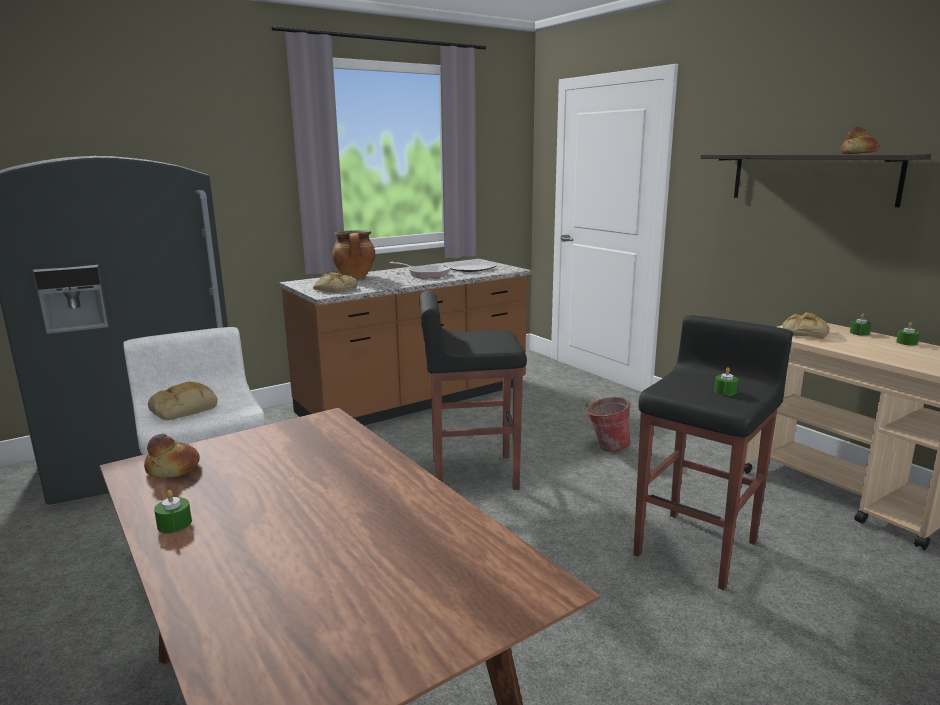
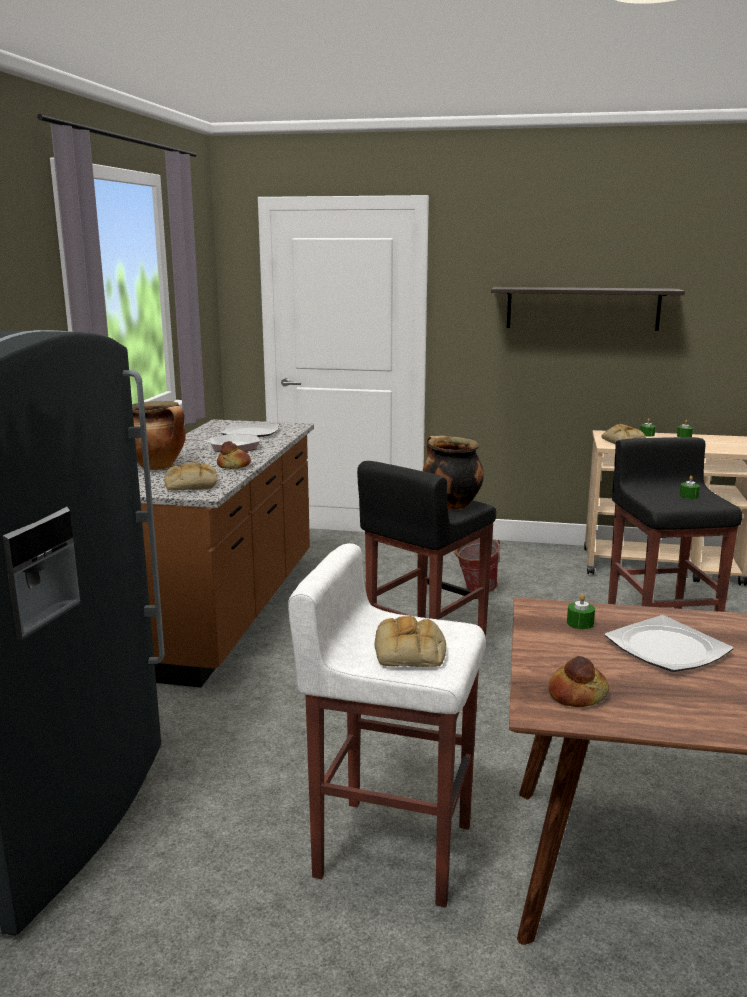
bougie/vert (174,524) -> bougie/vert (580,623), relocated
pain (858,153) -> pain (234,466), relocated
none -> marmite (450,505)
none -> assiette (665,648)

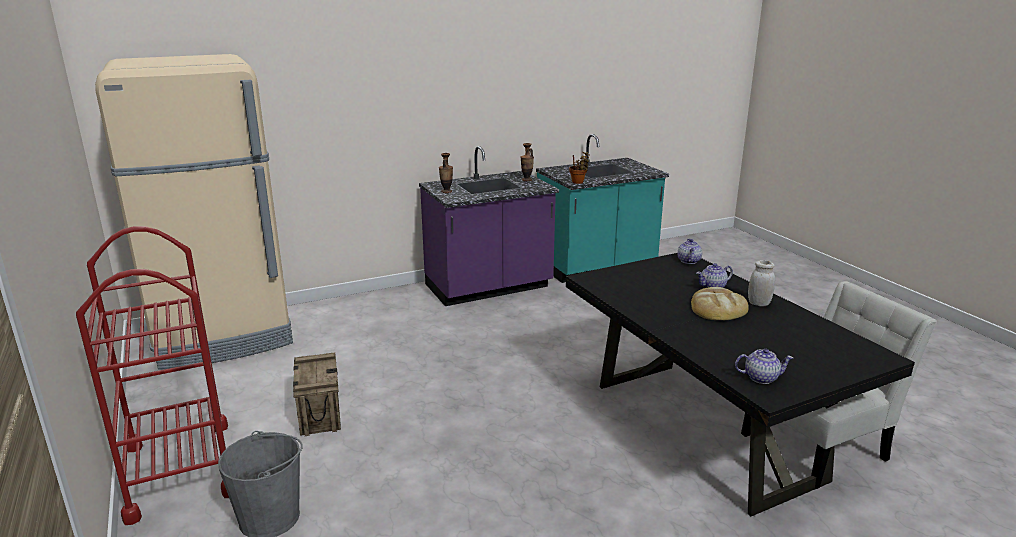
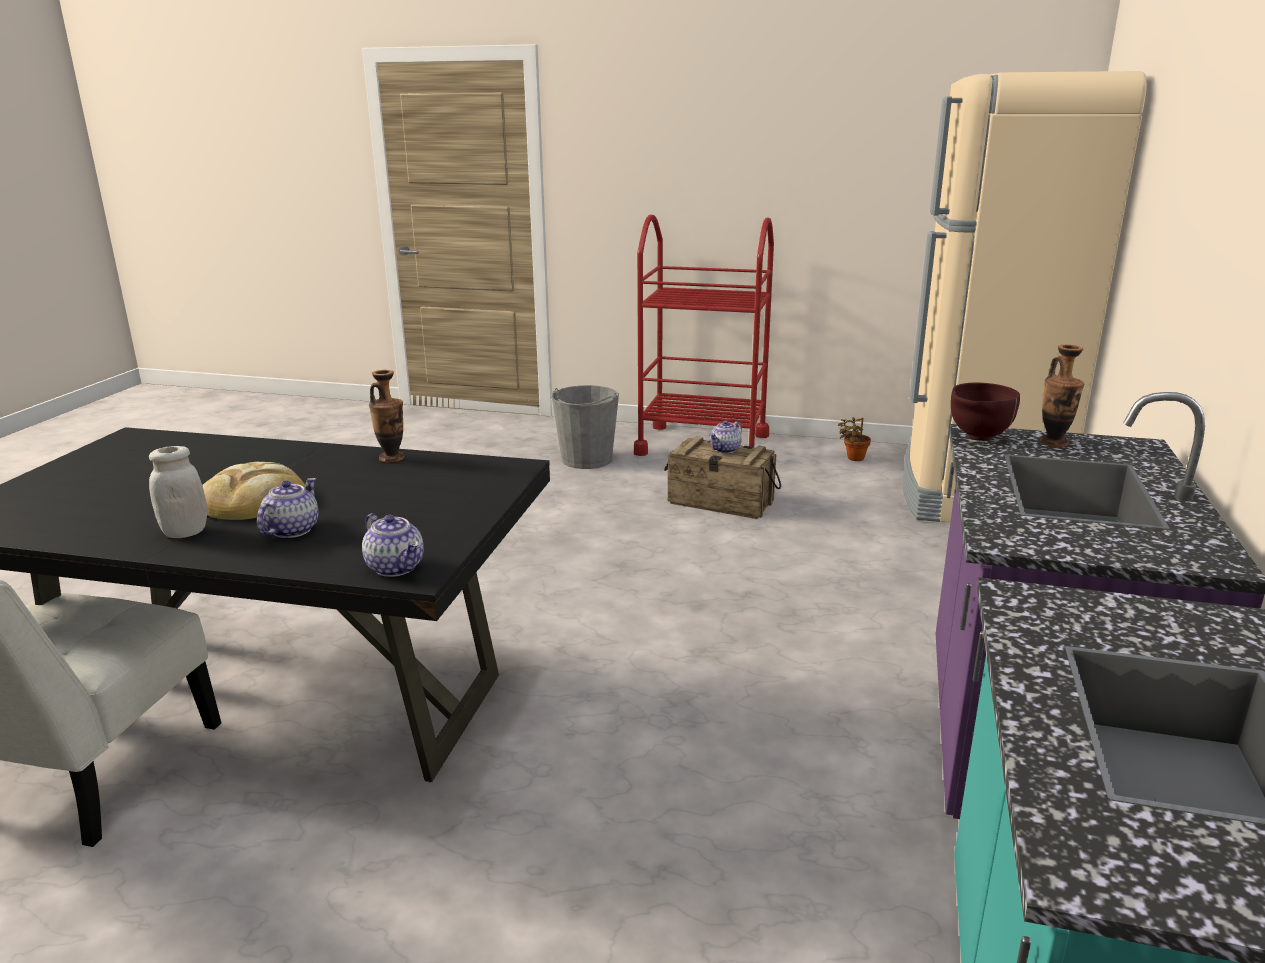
vase (526,180) -> vase (392,458), relocated
plante en pot (578,182) -> plante en pot (853,458), relocated
théière (761,377) -> théière (725,450), relocated
none -> bol/marron (977,438)

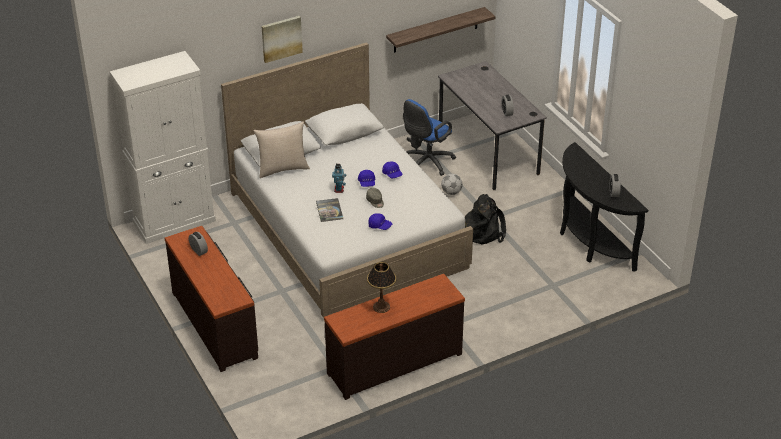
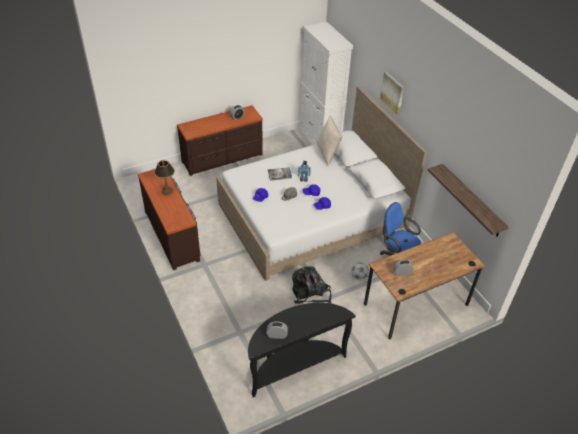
bureau/gris (488,153) -> bureau/marron (416,304)

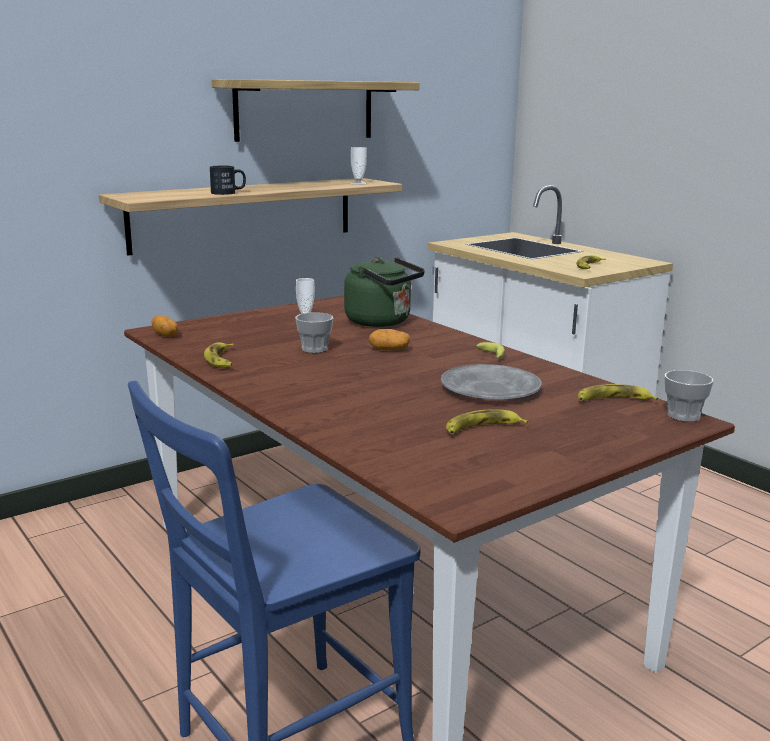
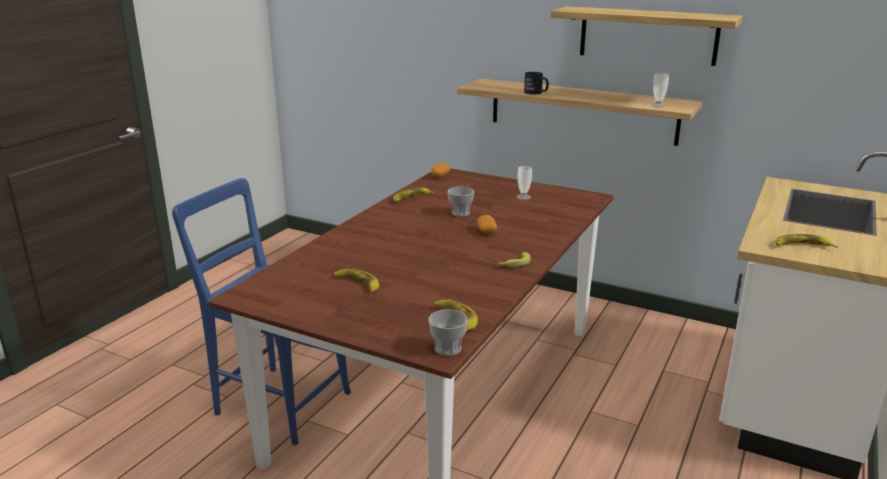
bouilloire/vert (382,322) -> none
assiette/gris (490,389) -> none

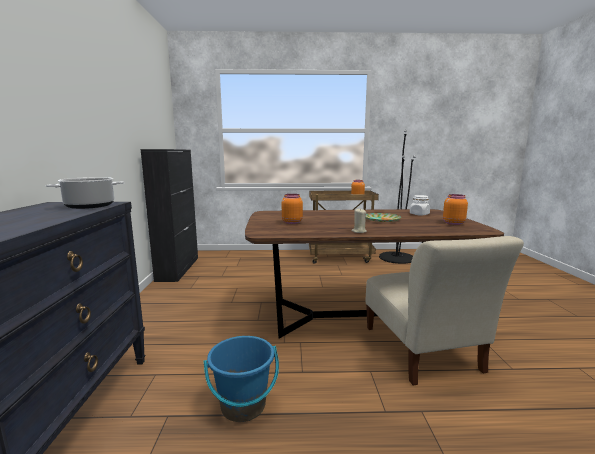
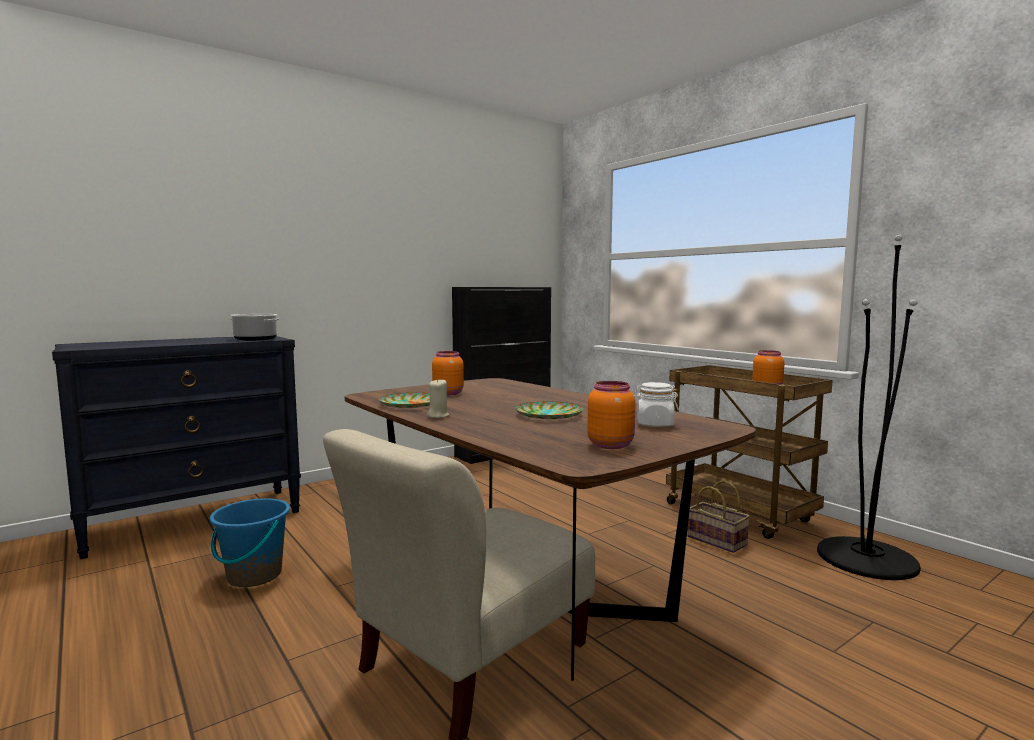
none -> assiette (410,404)
none -> panier (718,541)

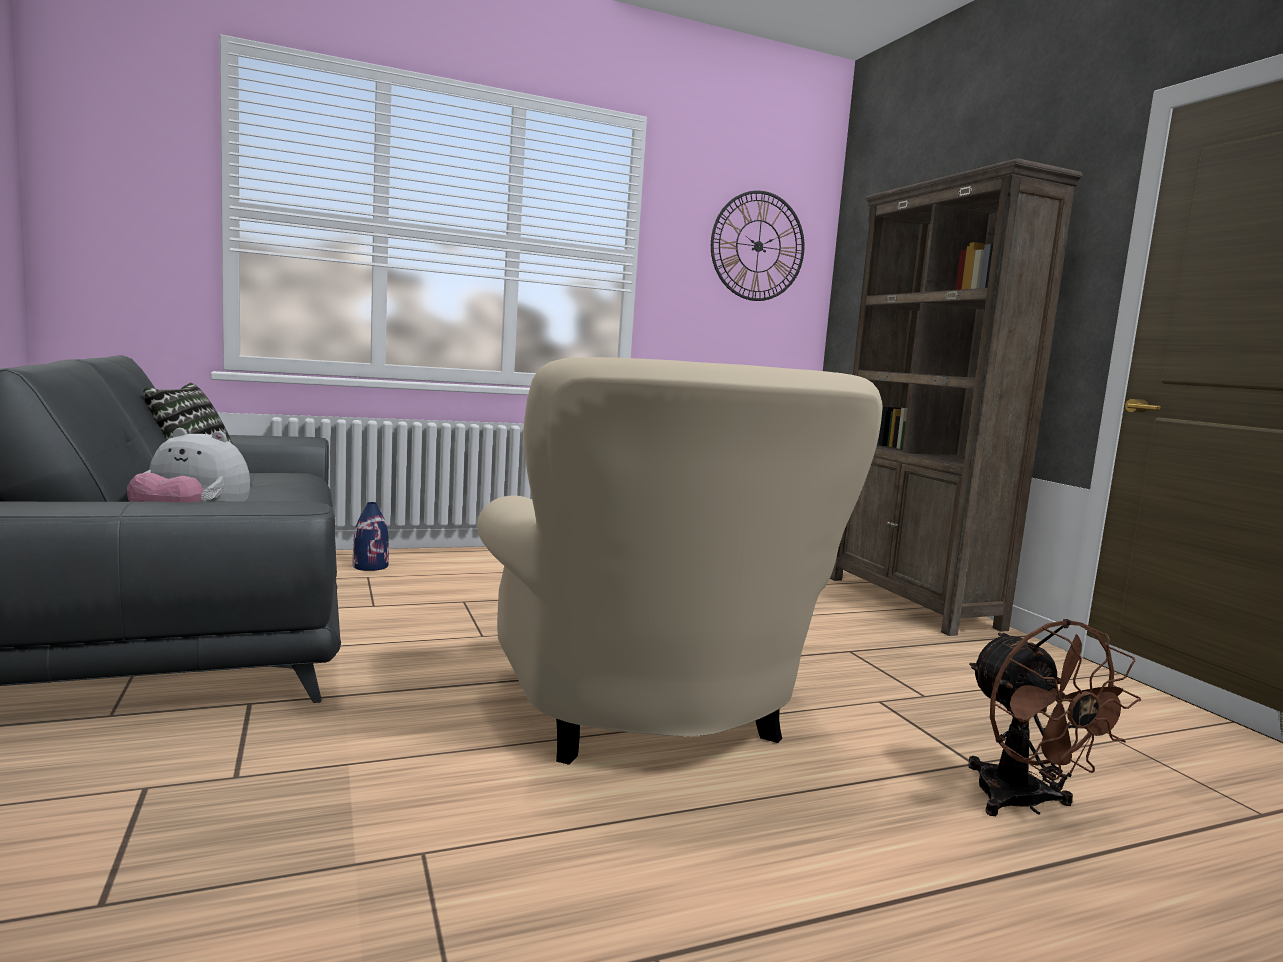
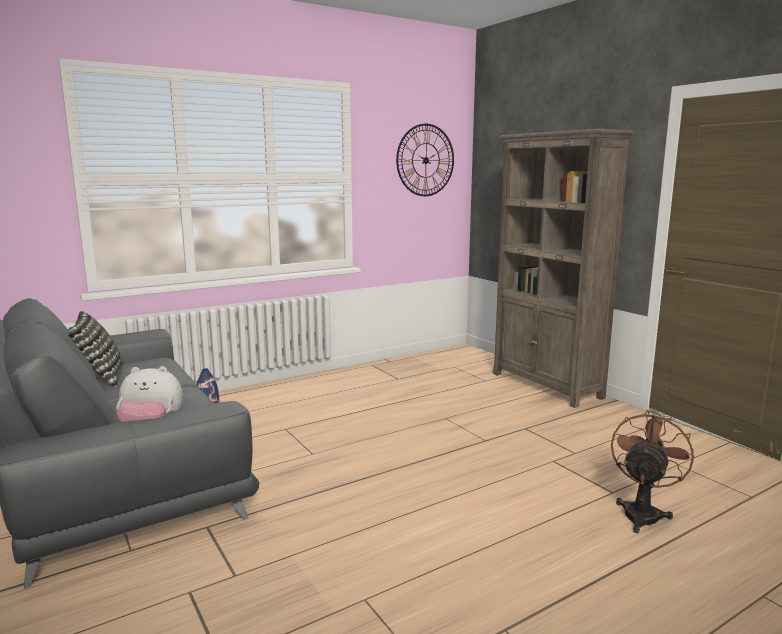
fauteuil/beige (651,720) -> none
ventilateur/marron (1023,804) -> ventilateur/marron (643,512), 120 degrees counterclockwise

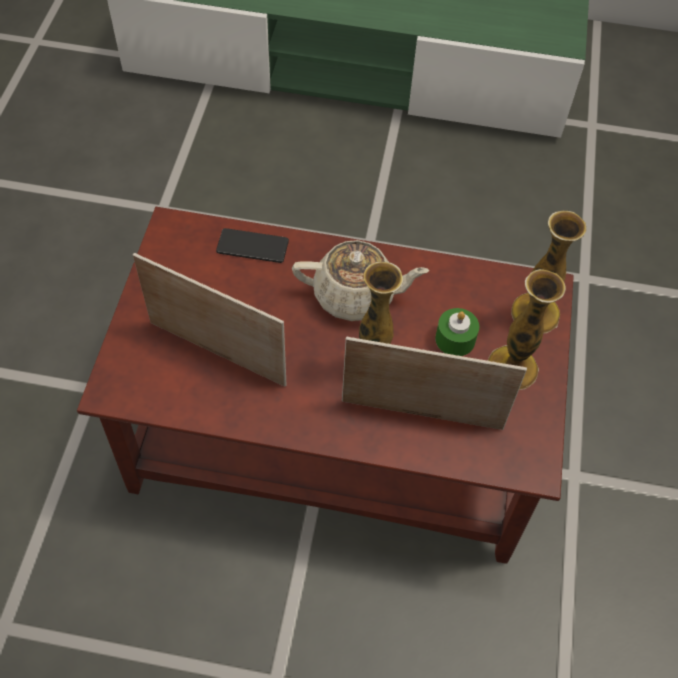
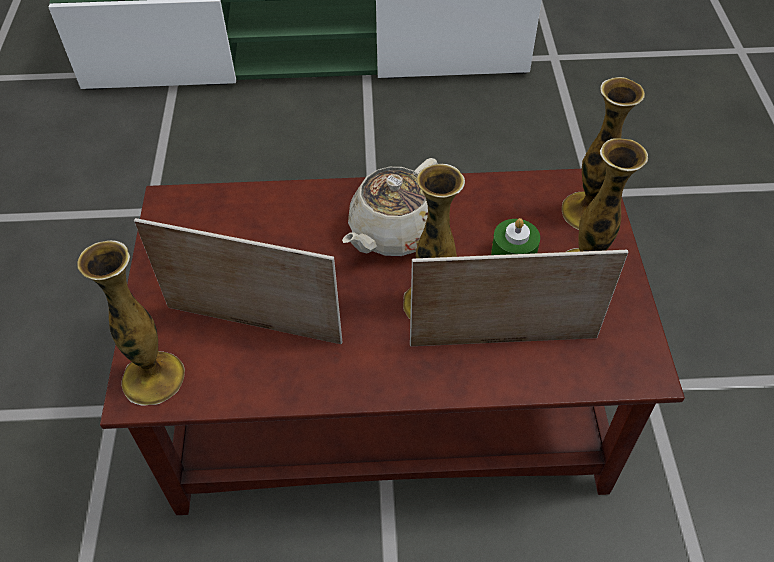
téléphone (252,246) -> none
théière/beige (356,295) -> théière/beige (392,232), 135 degrees clockwise
none -> vase (153,378)

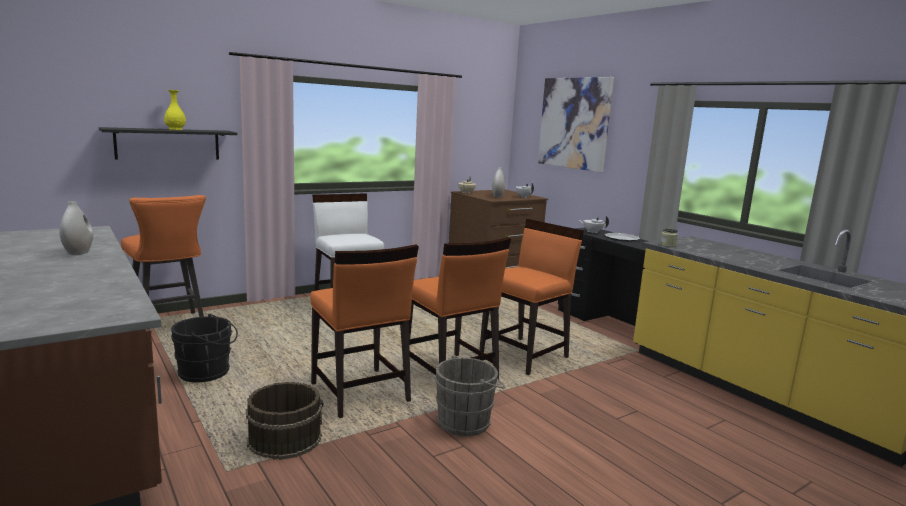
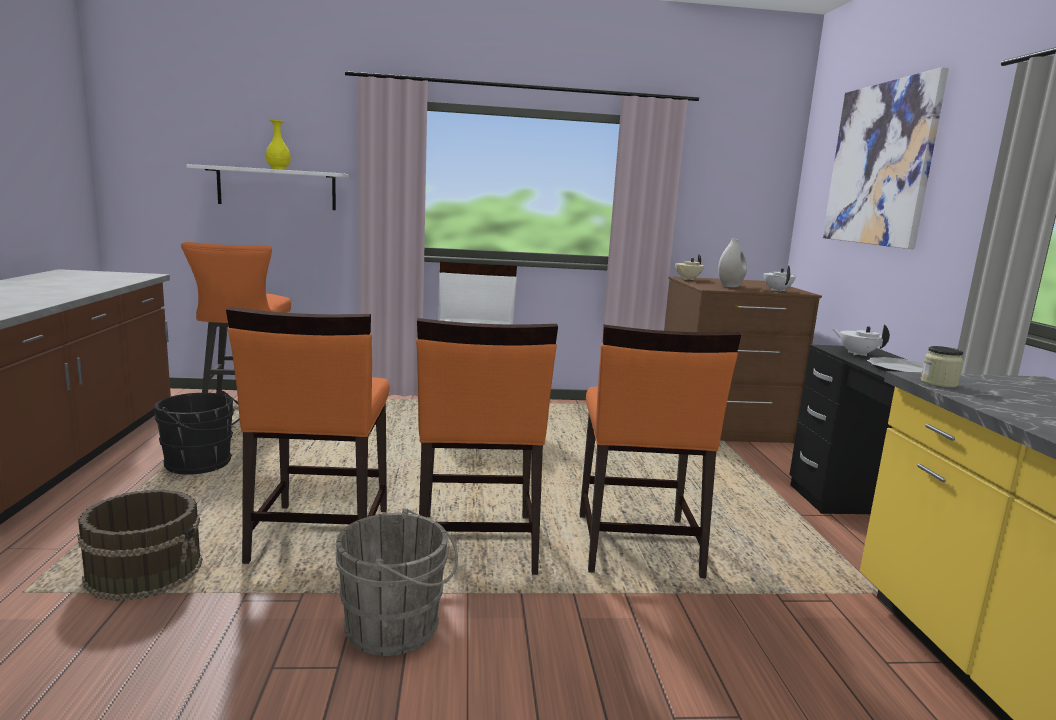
vase/blanc (78,252) -> none
étagère/noir (168,144) -> étagère/blanc (277,188)
chaise/orange (525,356) -> chaise/orange (636,546), 105 degrees clockwise

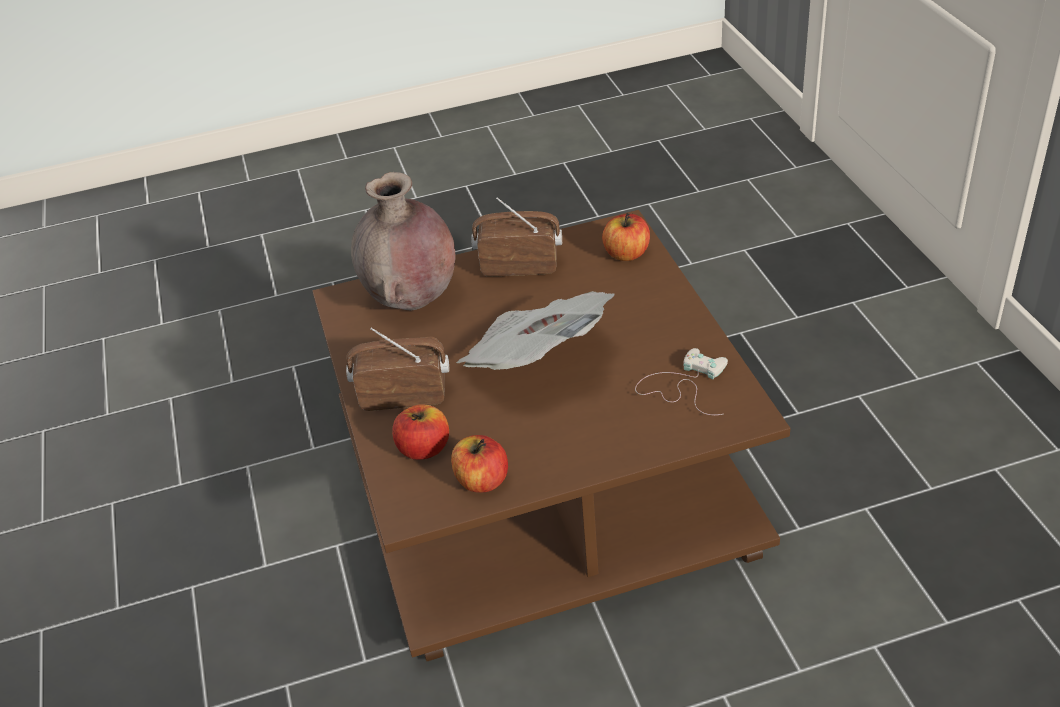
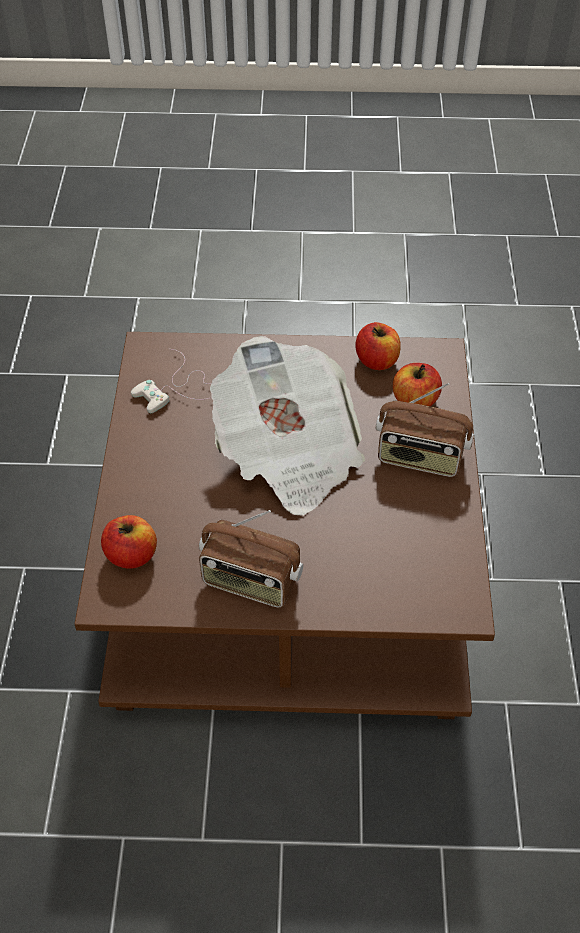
vase/marron (412,301) -> none

